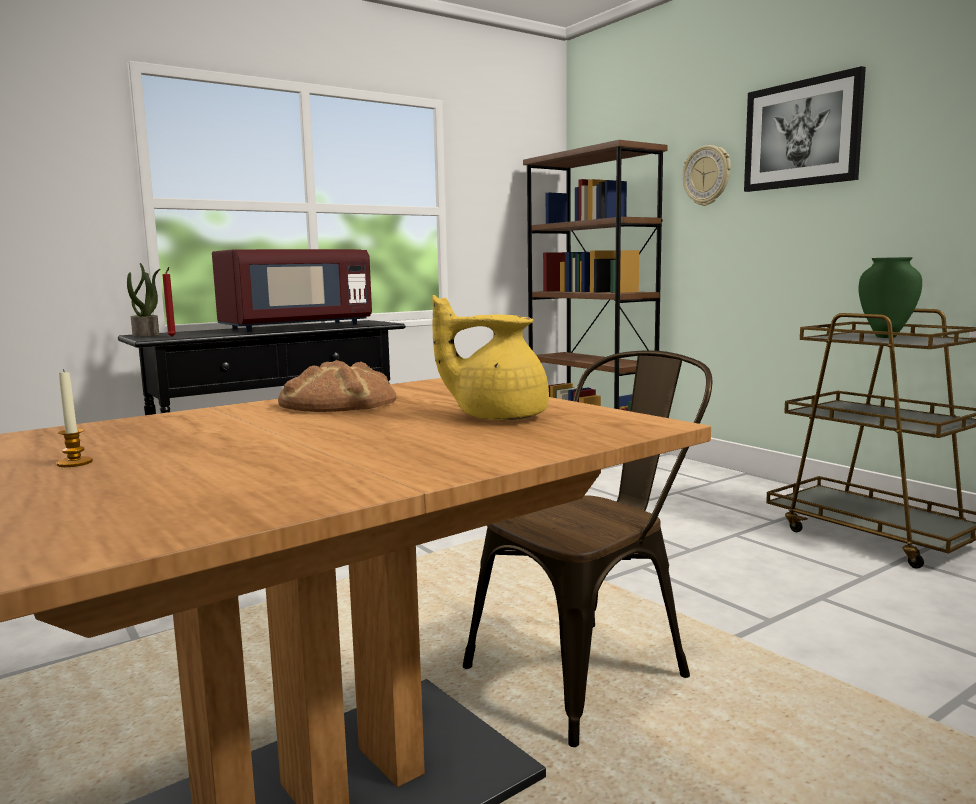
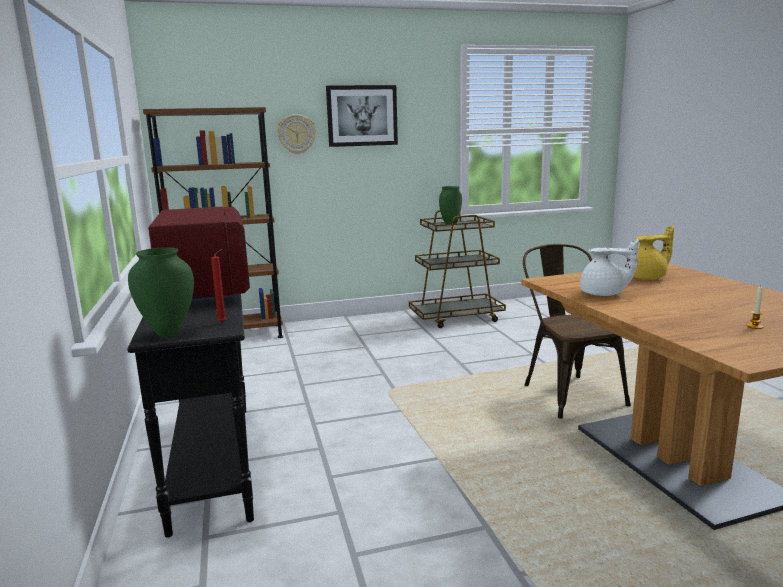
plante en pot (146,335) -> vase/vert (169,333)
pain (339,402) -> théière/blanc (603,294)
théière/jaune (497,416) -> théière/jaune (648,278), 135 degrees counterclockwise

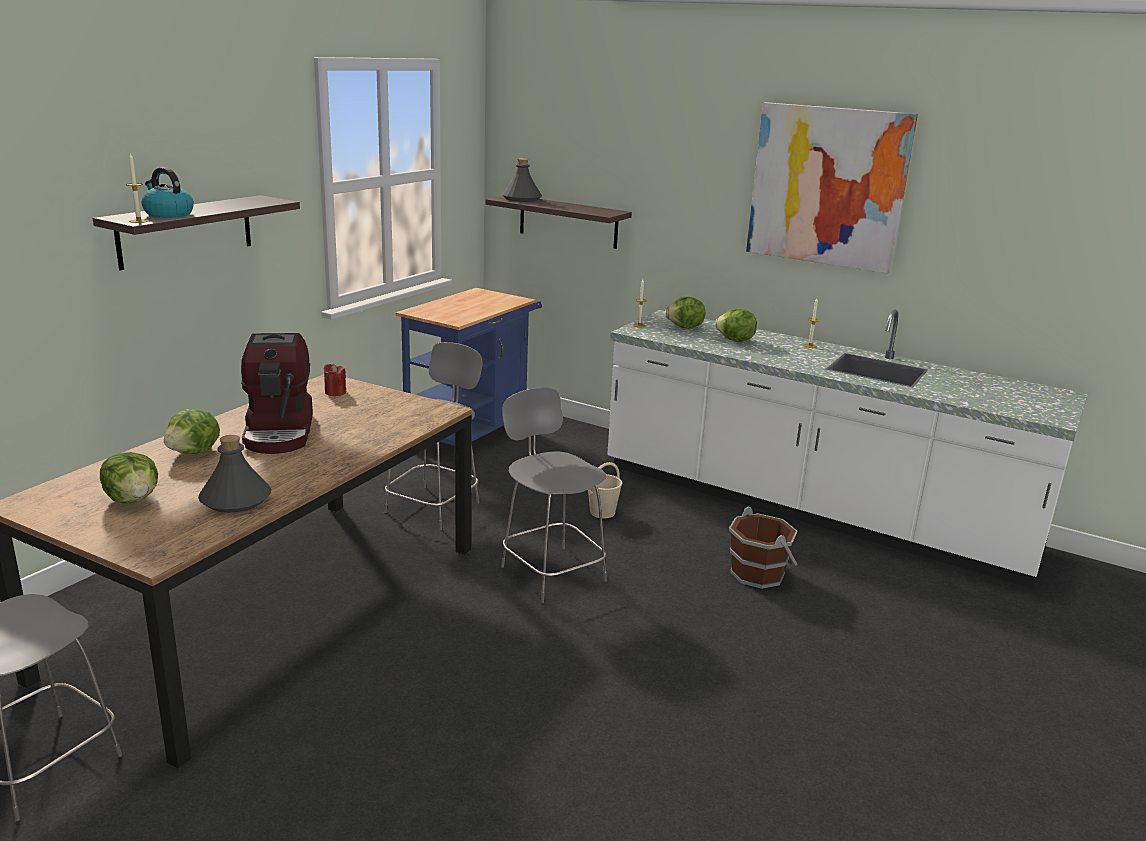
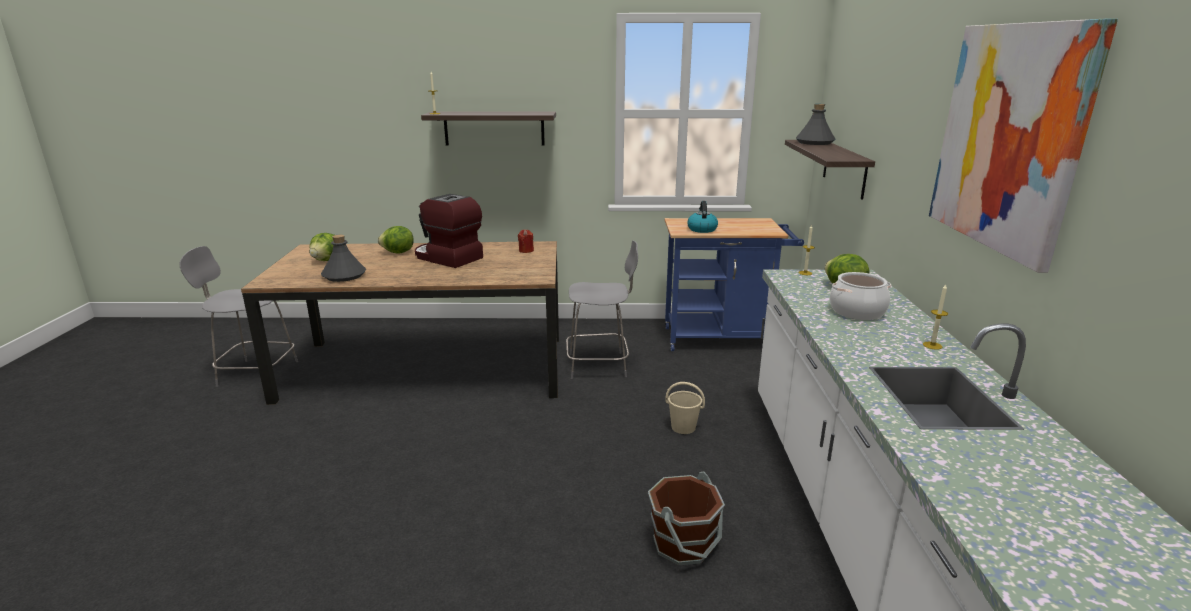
bouilloire (168,214) -> bouilloire (701,229), relocated
machine à café (280,432) -> machine à café (447,258), 75 degrees clockwise
chaise/gris (551,572) -> none
laitue (735,340) -> marmite (857,312)

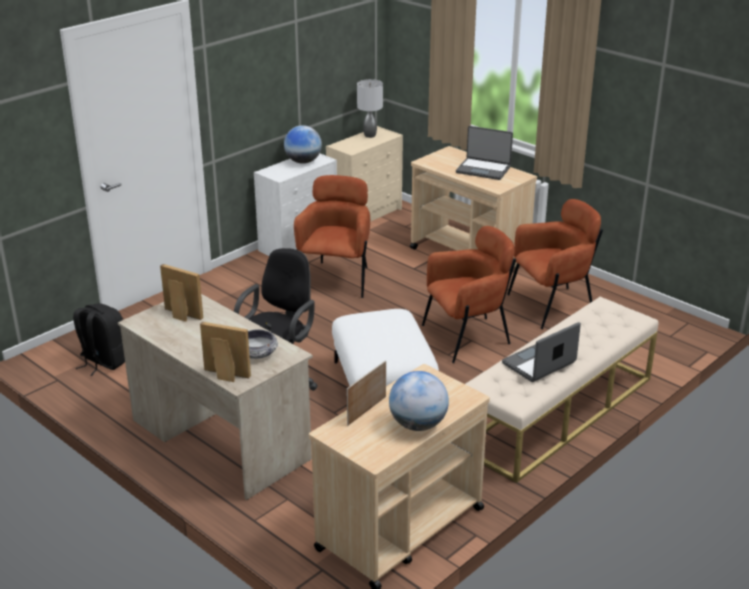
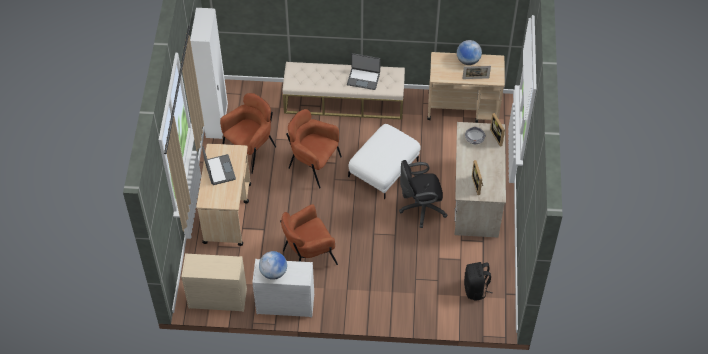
lampe de table/gris (370,135) -> none
fauteuil/marron (552,305) -> fauteuil/marron (251,149), 105 degrees clockwise
none -> armoire/blanc (217,122)

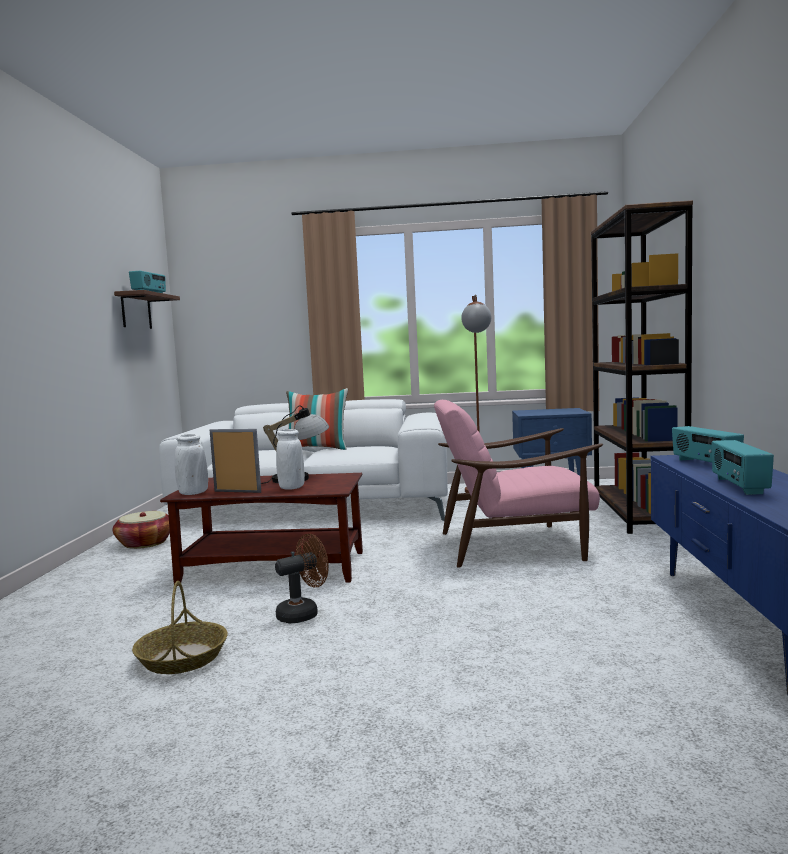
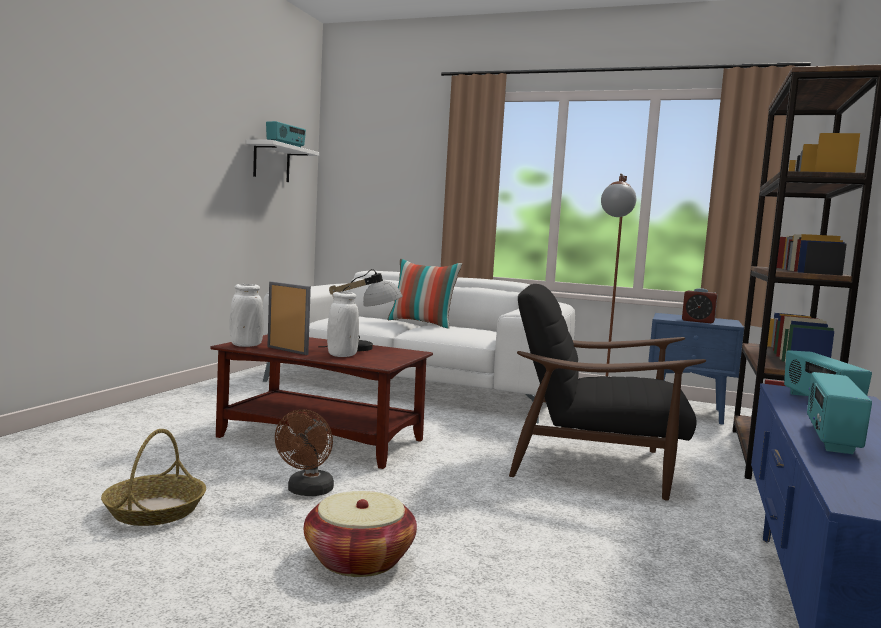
panier (145,543) -> panier (359,559), relocated
étagère/marron (136,311) -> étagère/blanc (271,162)
ventilateur/marron (303,613) -> ventilateur/marron (307,491), 120 degrees clockwise
fauteuil/rose (514,545) -> fauteuil/noir (594,465)
none -> réveil (698,321)

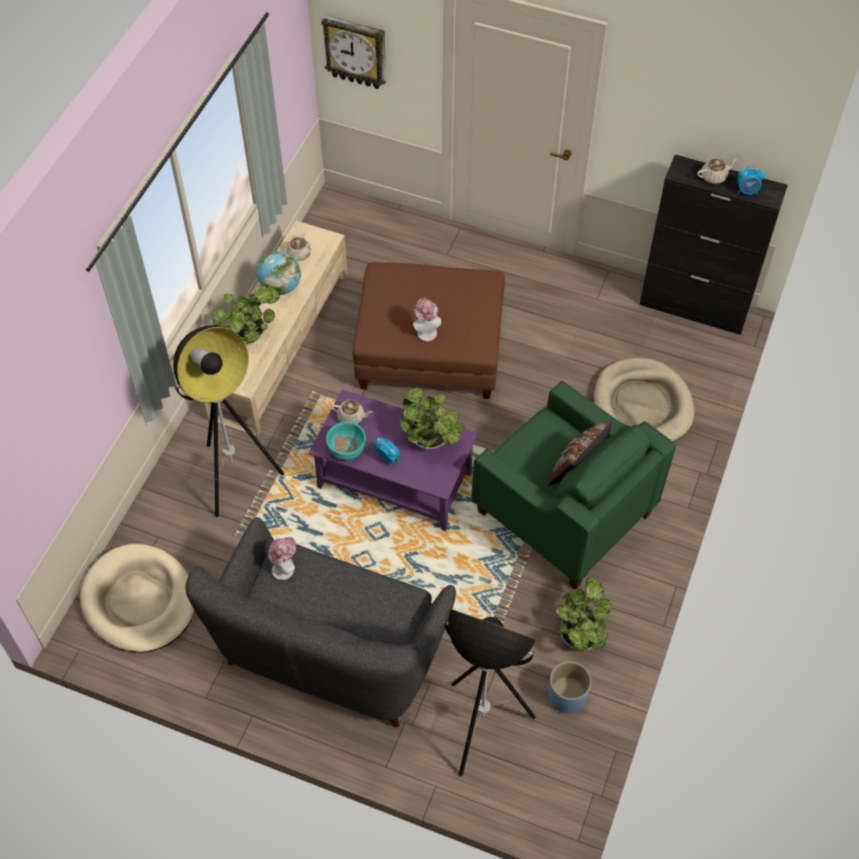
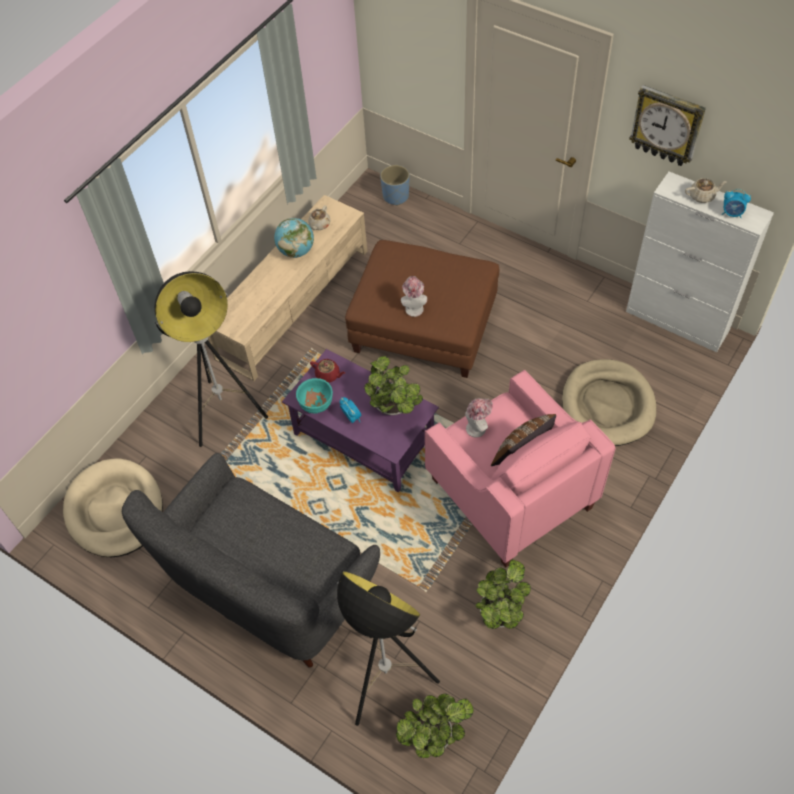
plante en pot (250,334) -> plante en pot (434,734), relocated
chapeau (285,567) -> chapeau (478,427), relocated
horloge murale (356,51) -> horloge murale (667,125), relocated
théière/beige (351,417) -> théière/rouge (328,375)
fauteuil/vert (563,513) -> fauteuil/rose (510,494)
cache-pot/bleu (567,697) -> cache-pot/bleu (396,196), relocated
meuble de rangement/noir (694,308) -> meuble de rangement/blanc (677,321)

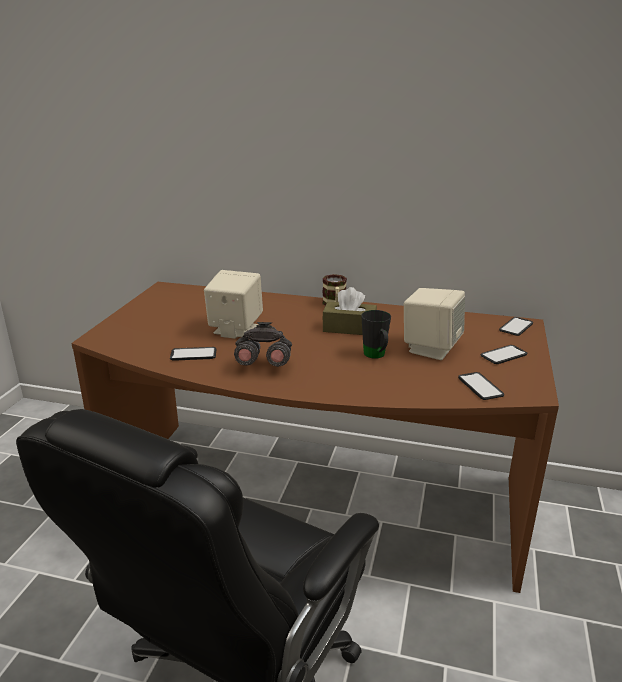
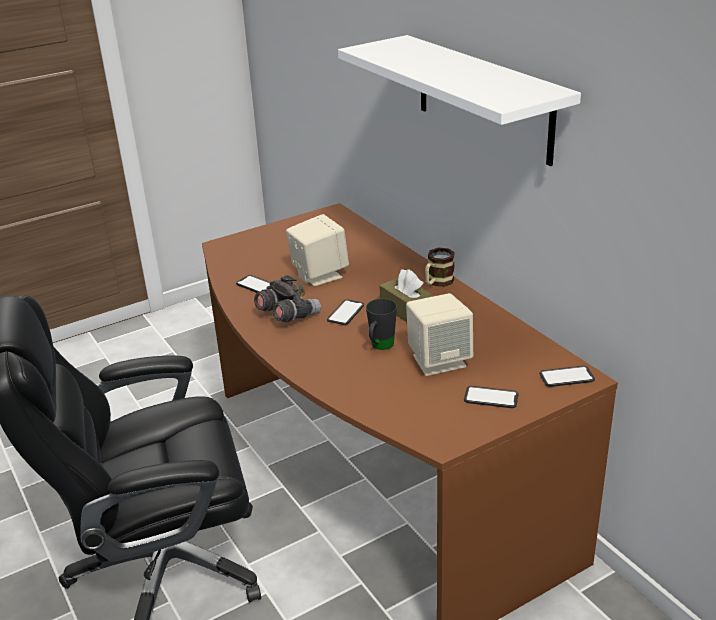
téléphone (480,387) -> téléphone (345,313), relocated
none -> étagère/blanc (483,98)

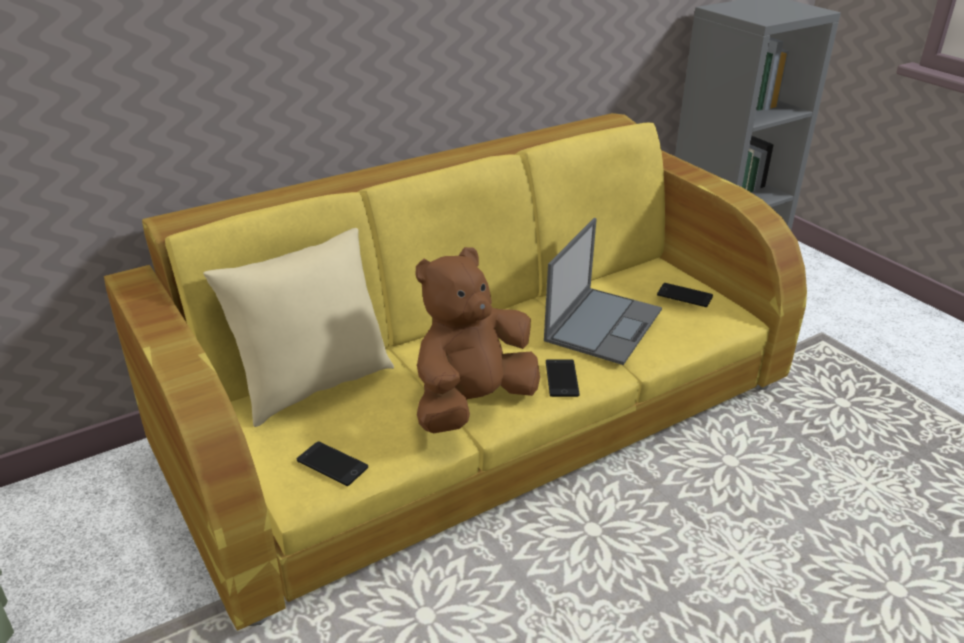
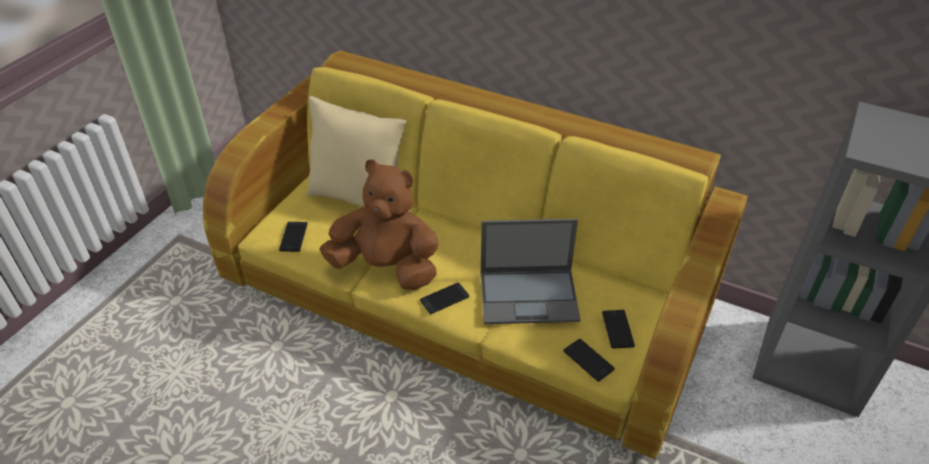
none -> téléphone (588,360)

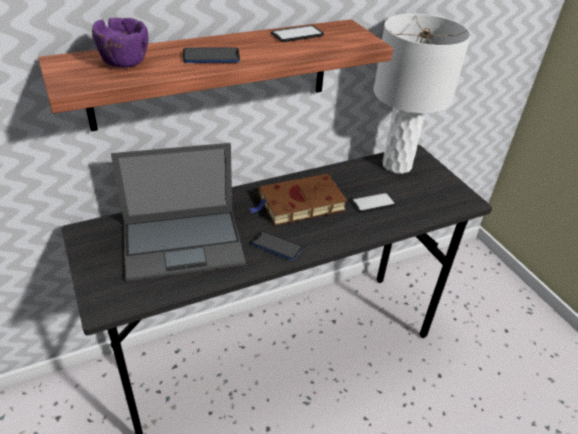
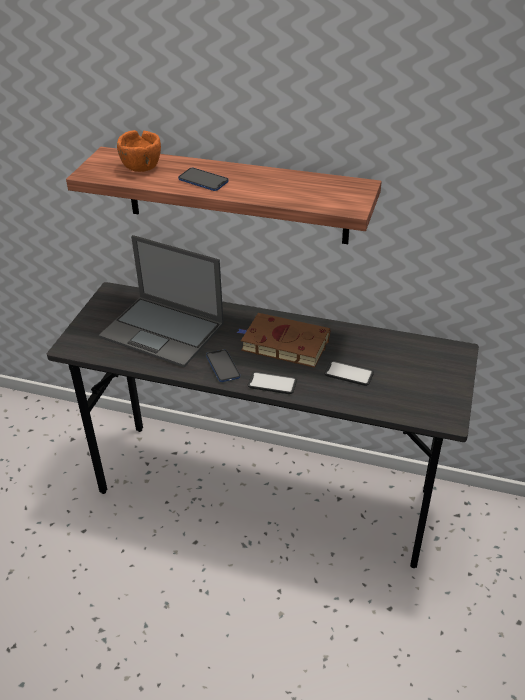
bol/violet (124,62) -> bol/orange (141,167)
téléphone (297,34) -> téléphone (272,383), relocated
lampe de table/blanc (397,165) -> none

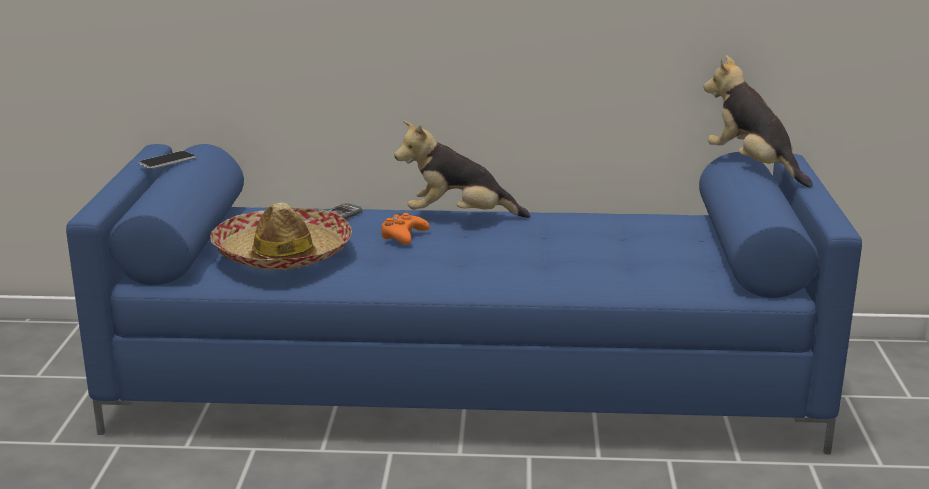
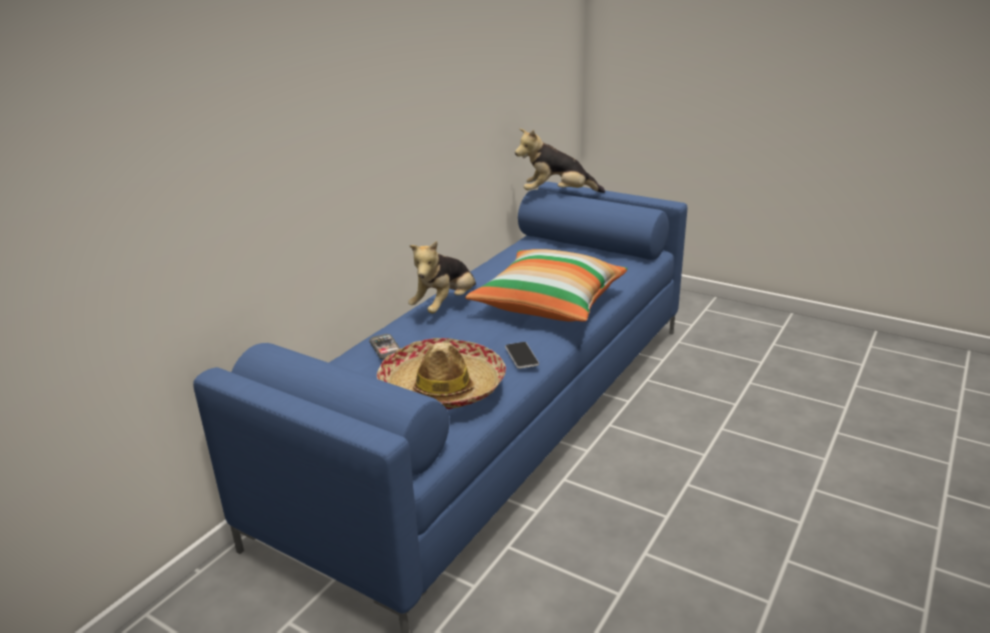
téléphone (167,161) -> téléphone (521,356), relocated
manette/orange (403,236) -> none
none -> coussin (548,303)

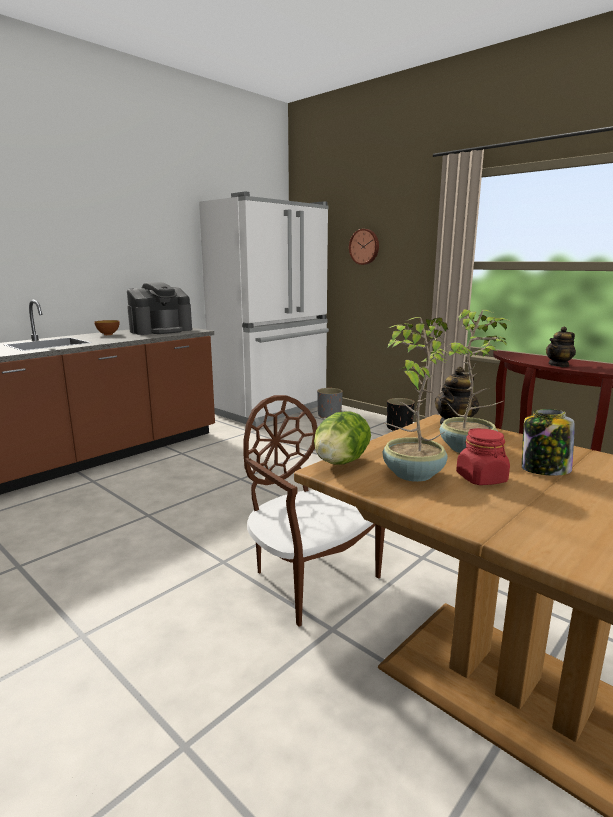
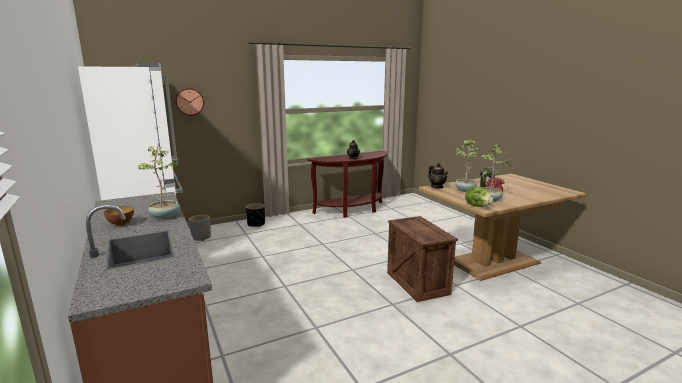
machine à café (161,330) -> none
chaise/marron (310,577) -> caisse (416,283)
none -> plante en pot (166,217)

